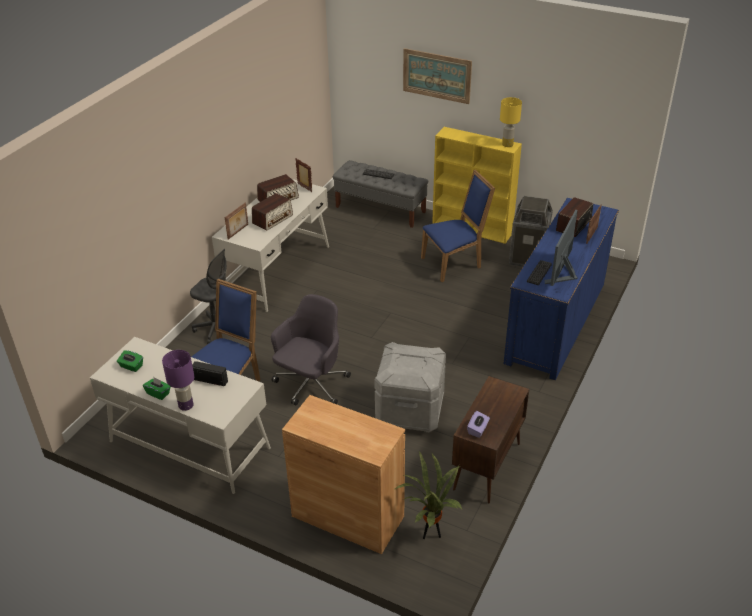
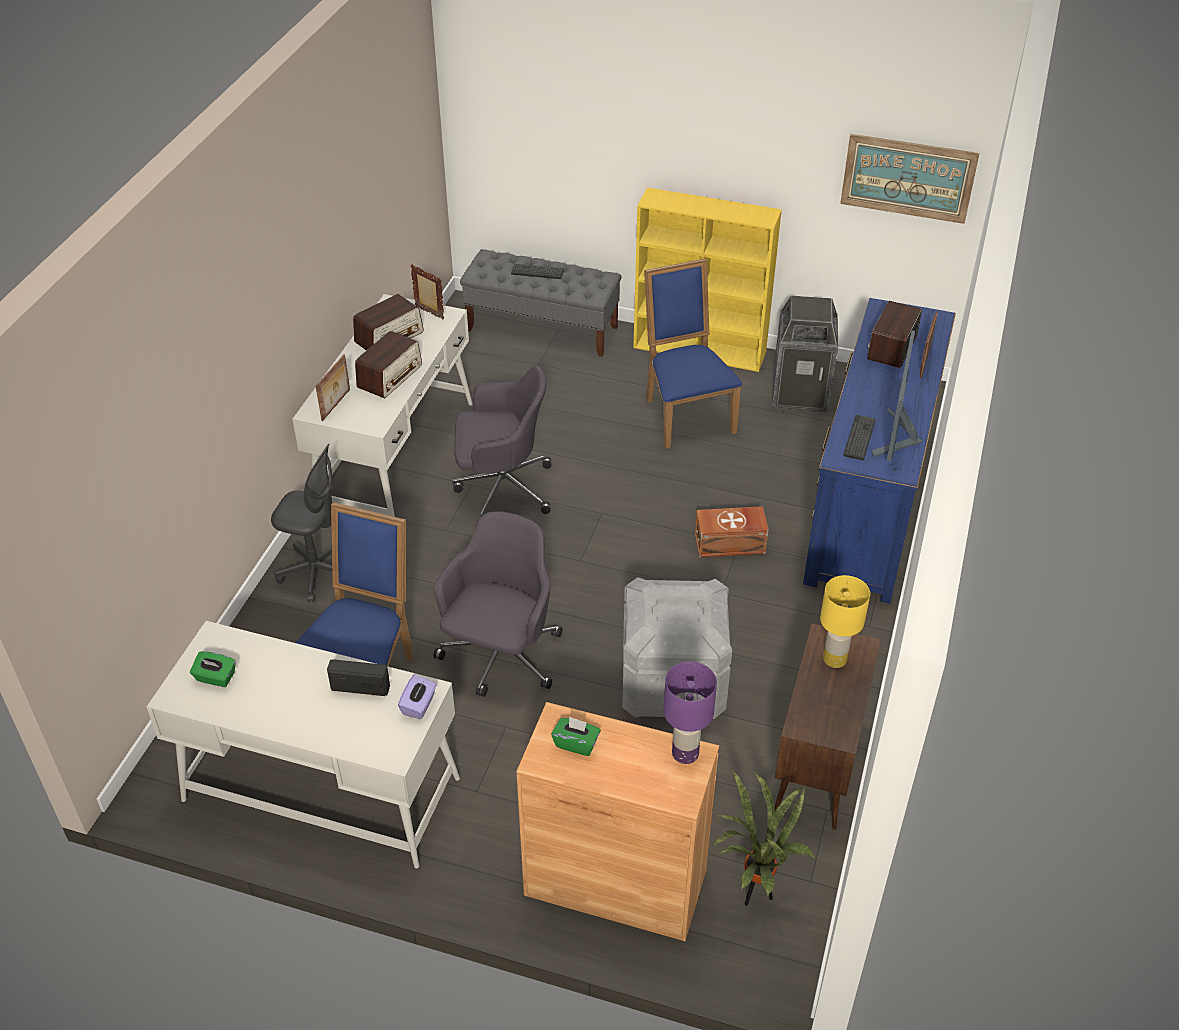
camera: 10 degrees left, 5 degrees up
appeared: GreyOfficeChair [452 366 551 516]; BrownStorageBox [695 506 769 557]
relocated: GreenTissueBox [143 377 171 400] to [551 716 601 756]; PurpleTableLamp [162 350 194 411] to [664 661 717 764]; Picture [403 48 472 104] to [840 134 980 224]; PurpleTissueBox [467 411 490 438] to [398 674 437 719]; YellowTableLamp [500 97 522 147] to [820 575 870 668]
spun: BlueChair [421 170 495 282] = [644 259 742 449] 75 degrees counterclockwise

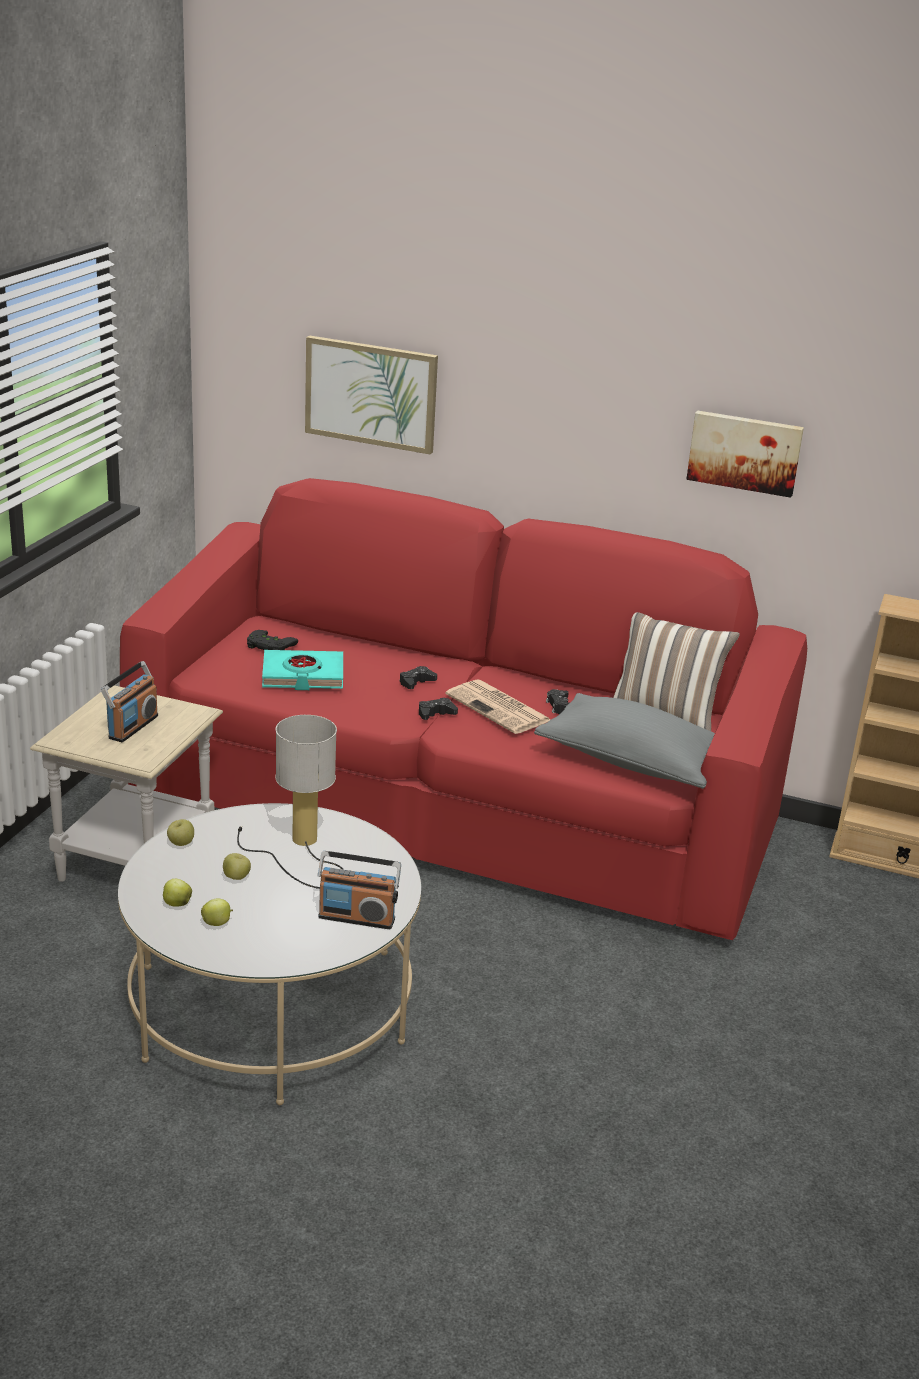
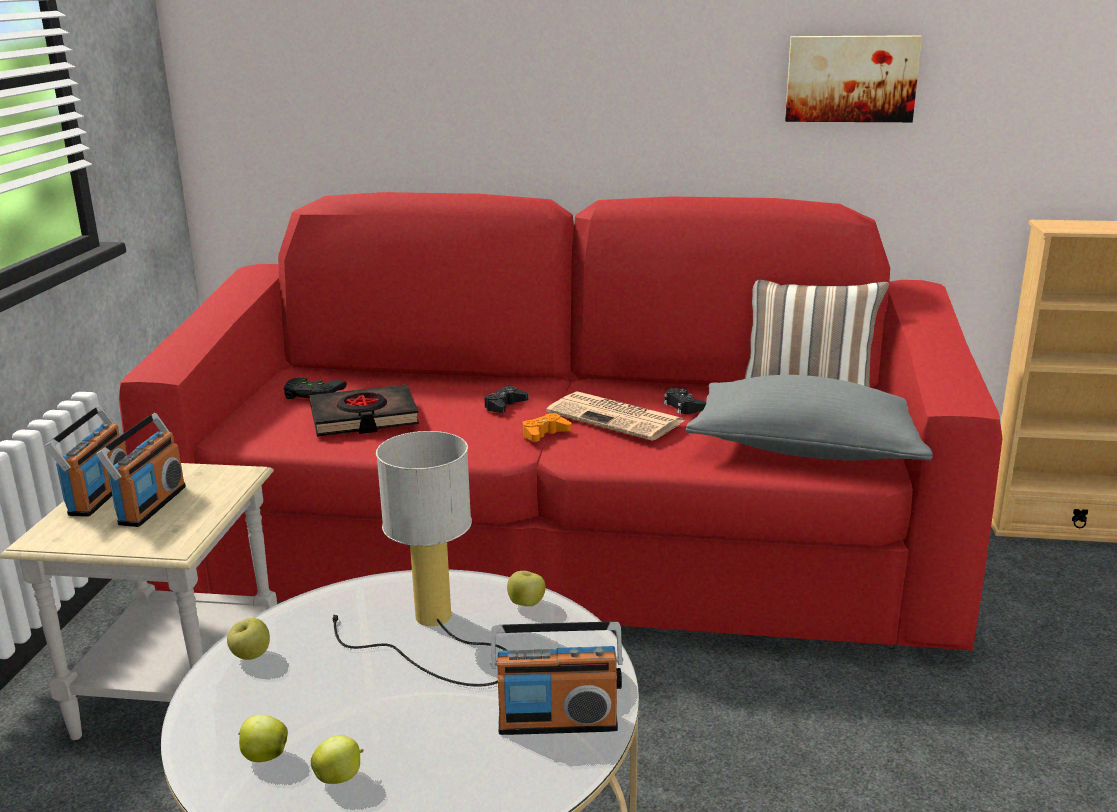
camera: 10 degrees left, 5 degrees down
missing: Picture [305 336 438 454]
appeared: Radio [45 406 127 517]
relocated: Apple [223 853 251 880] to [507 571 546 606]
colour: TurquoiseBook [262 650 343 690] to BlackBook [309 384 419 437]; BlackGameController [419 698 458 720] to OrangeGameController [522 413 572 442]

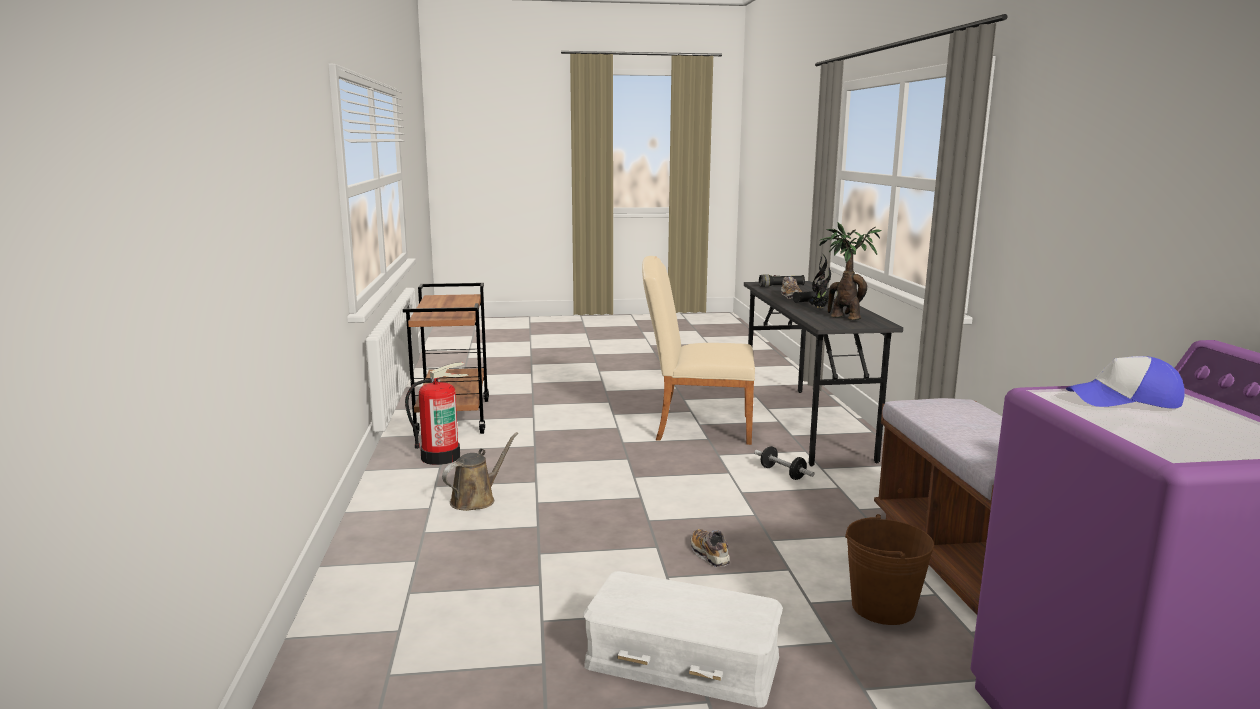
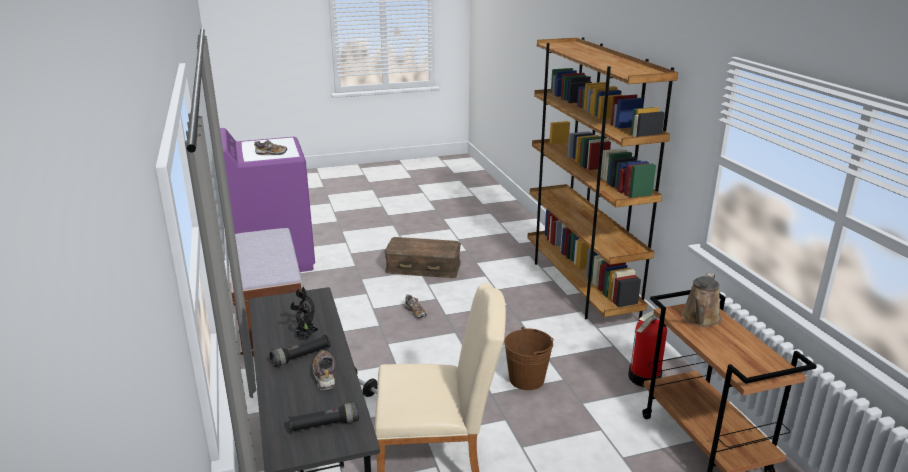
camera: 170 degrees right, 10 degrees up
missing: PottedPlant [820 223 882 320]
appeared: BrownBookcase [528 37 678 321]
relocated: BrownWateringCan [442 432 518 511] to [682 273 721 327]; BrownBucket [845 514 935 625] to [504 327 553 390]
exchanged: Cap [1066 356 1185 409] to Shoe [254 140 287 155]
colour: WhiteStorageBox [583 571 783 708] to BrownStorageBox [384 237 461 278]

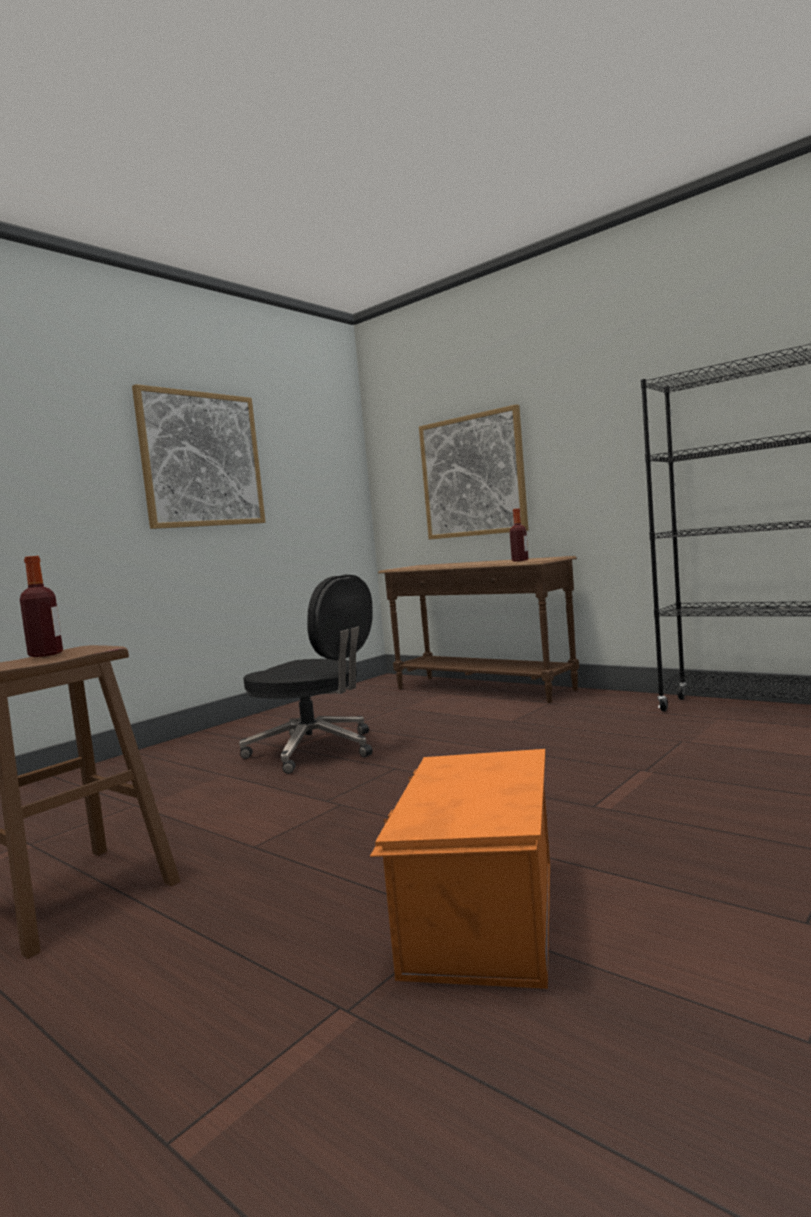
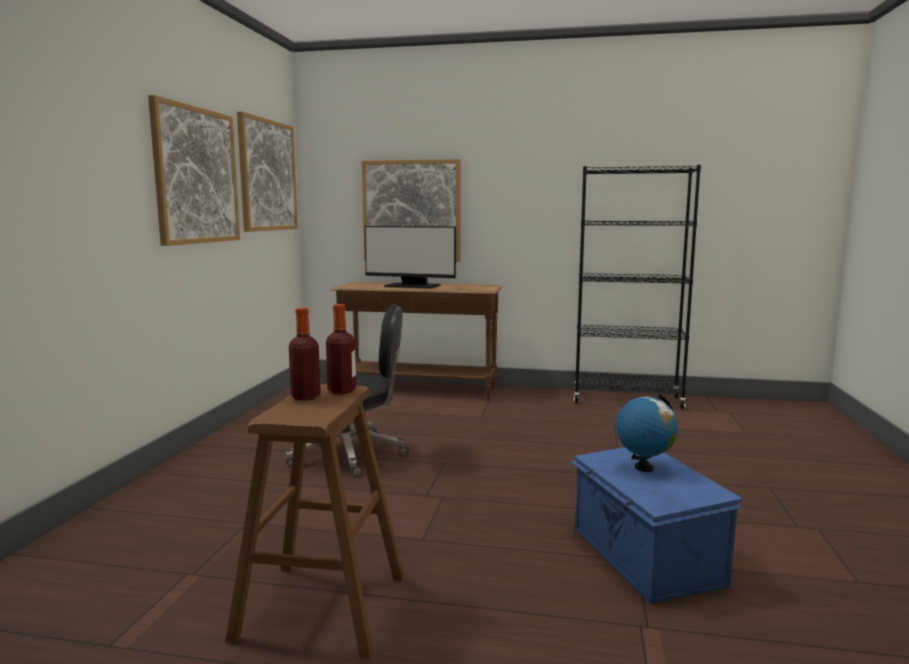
camera: 30 degrees left, 5 degrees up
appeared: Picture [237 111 298 232]; Monitor [365 226 456 289]; Globe [616 394 678 472]
relocated: Bottle [510 508 528 561] to [326 304 356 394]
colour: OrangeStorageBox [370 749 550 989] to BlueStorageBox [570 447 743 604]

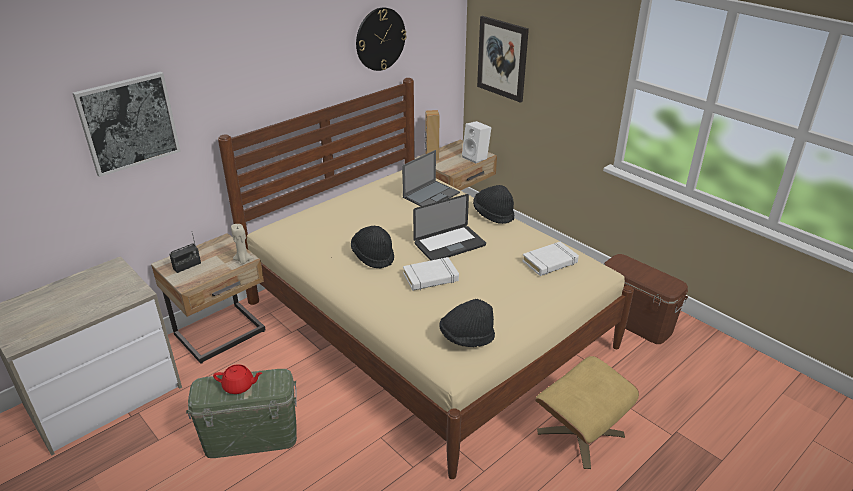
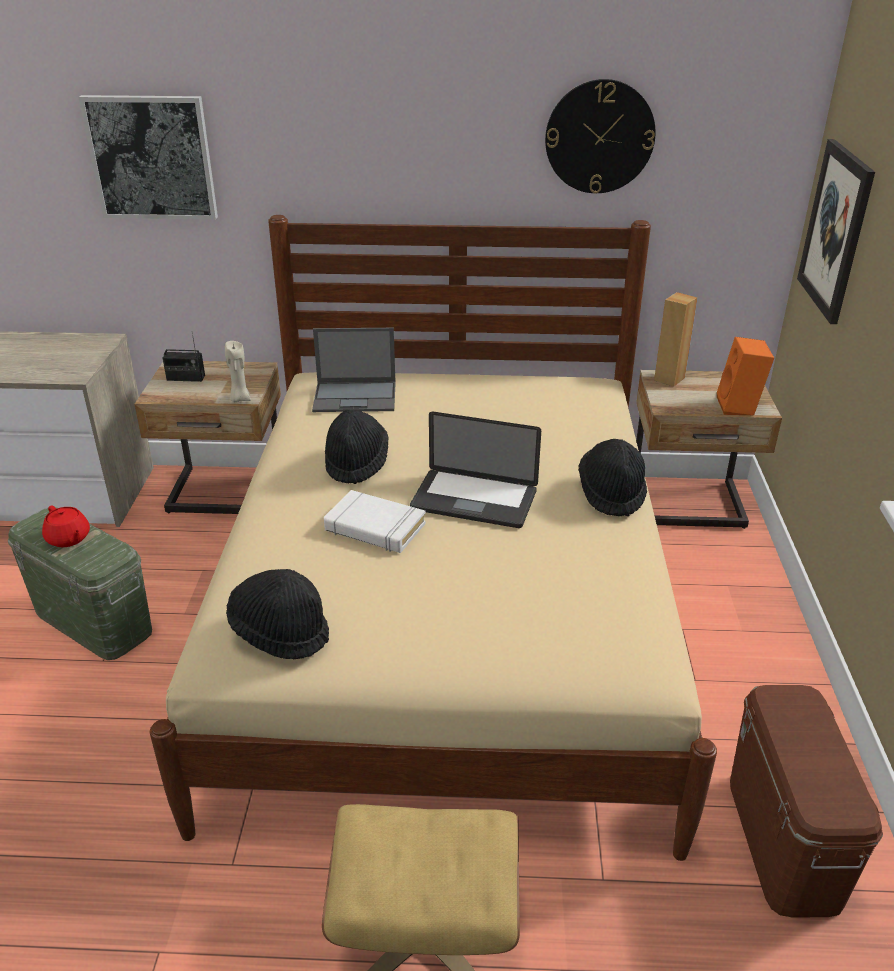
camera: 45 degrees right, 0 degrees up
missing: WhiteBook [522 242 579 276]
relocated: Laptop [402 150 460 206] to [312 328 396 412]
colour: WhiteSpeaker [462 121 491 164] to OrangeSpeaker [717 337 774 416]

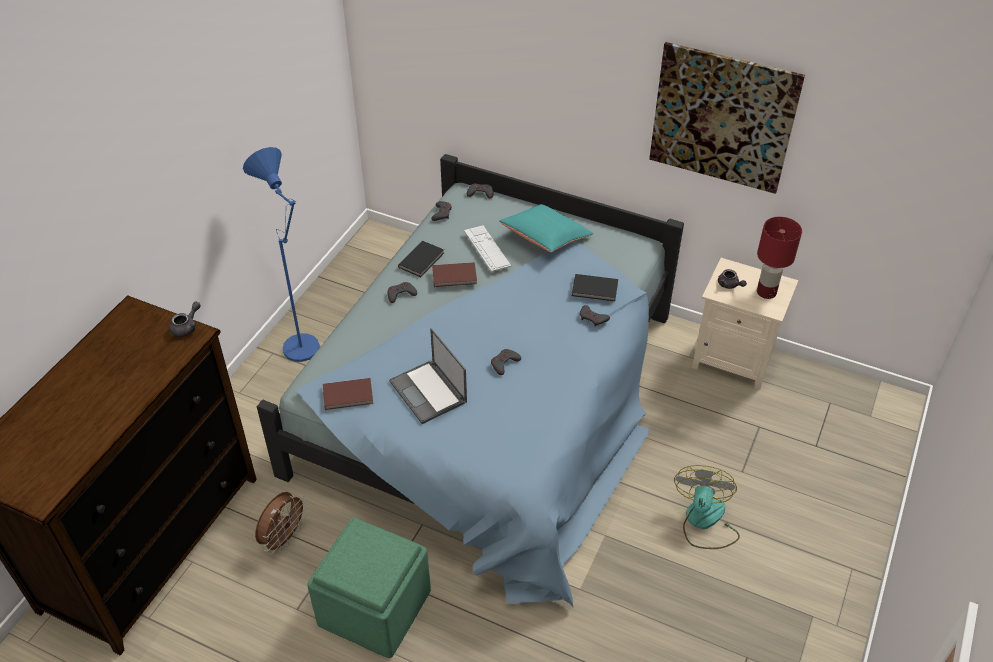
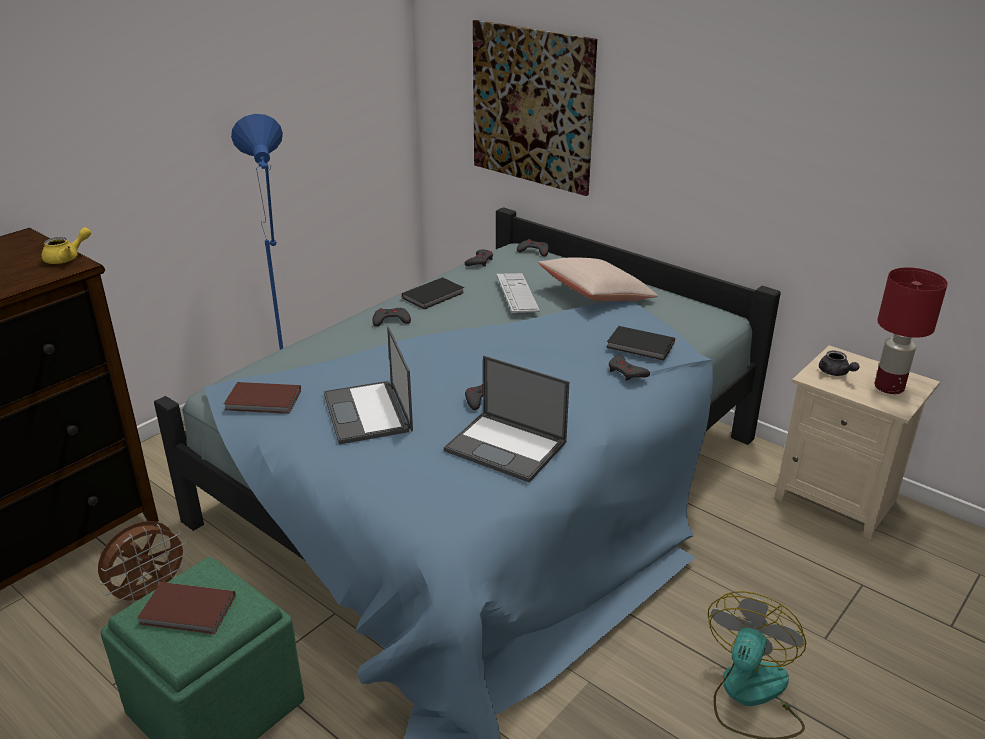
camera: 15 degrees right, 15 degrees down
appeared: Laptop [444 356 569 483]
relocated: BrownBook [432 262 477 287] to [137 582 235 634]; Picture [649 42 805 194] to [473 20 597 196]
colour: GreyTeapot [169 301 200 337] to YellowTeapot [42 227 91 264]; TurquoisePillow [499 204 593 252] to BeigePillow [538 258 658 301]

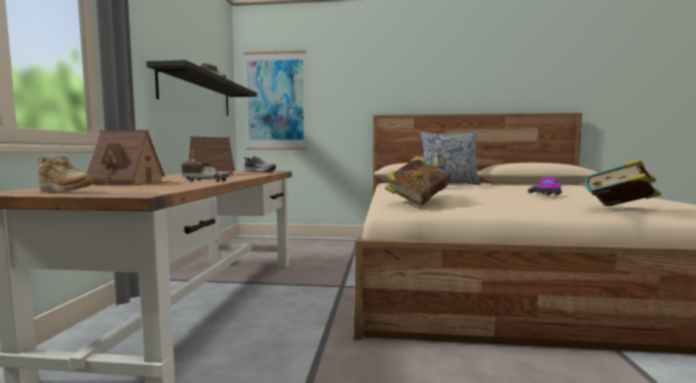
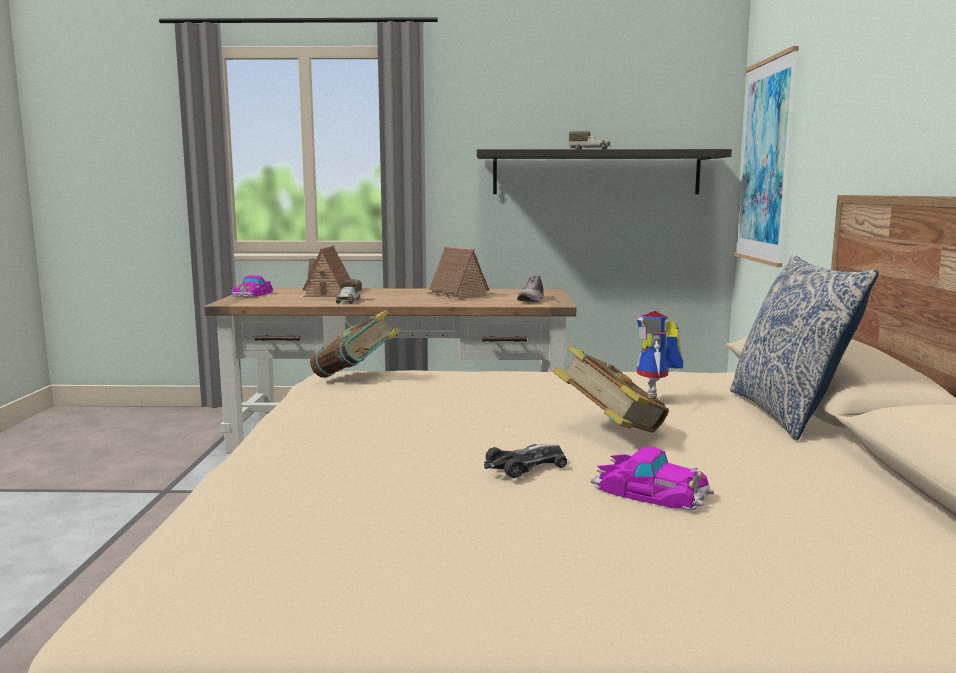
camera: 85 degrees right, 5 degrees up
relocated: Book [585 158 661 206] to [553 345 669 433]
exchanged: BeigeShoe [38 155 94 192] to ToyCar [232 275 273 297]

